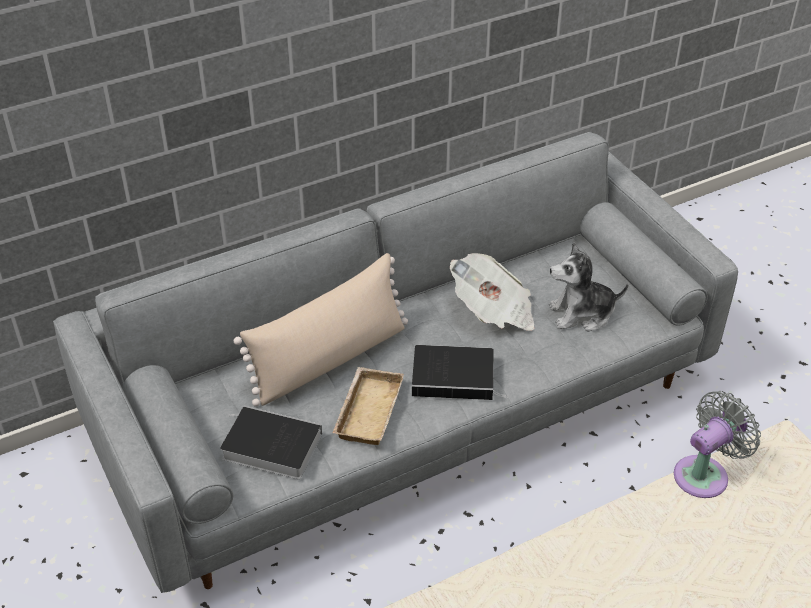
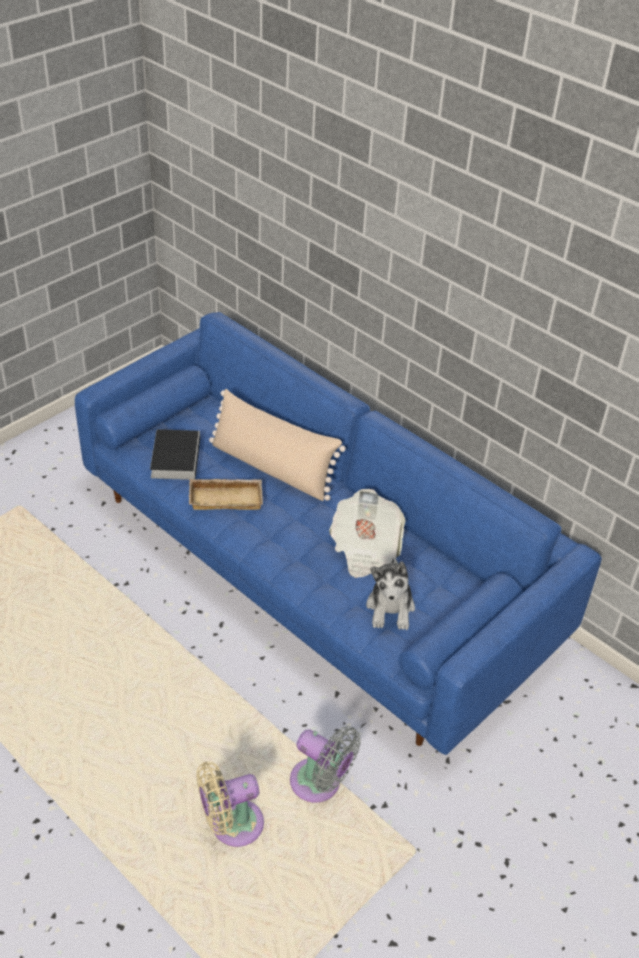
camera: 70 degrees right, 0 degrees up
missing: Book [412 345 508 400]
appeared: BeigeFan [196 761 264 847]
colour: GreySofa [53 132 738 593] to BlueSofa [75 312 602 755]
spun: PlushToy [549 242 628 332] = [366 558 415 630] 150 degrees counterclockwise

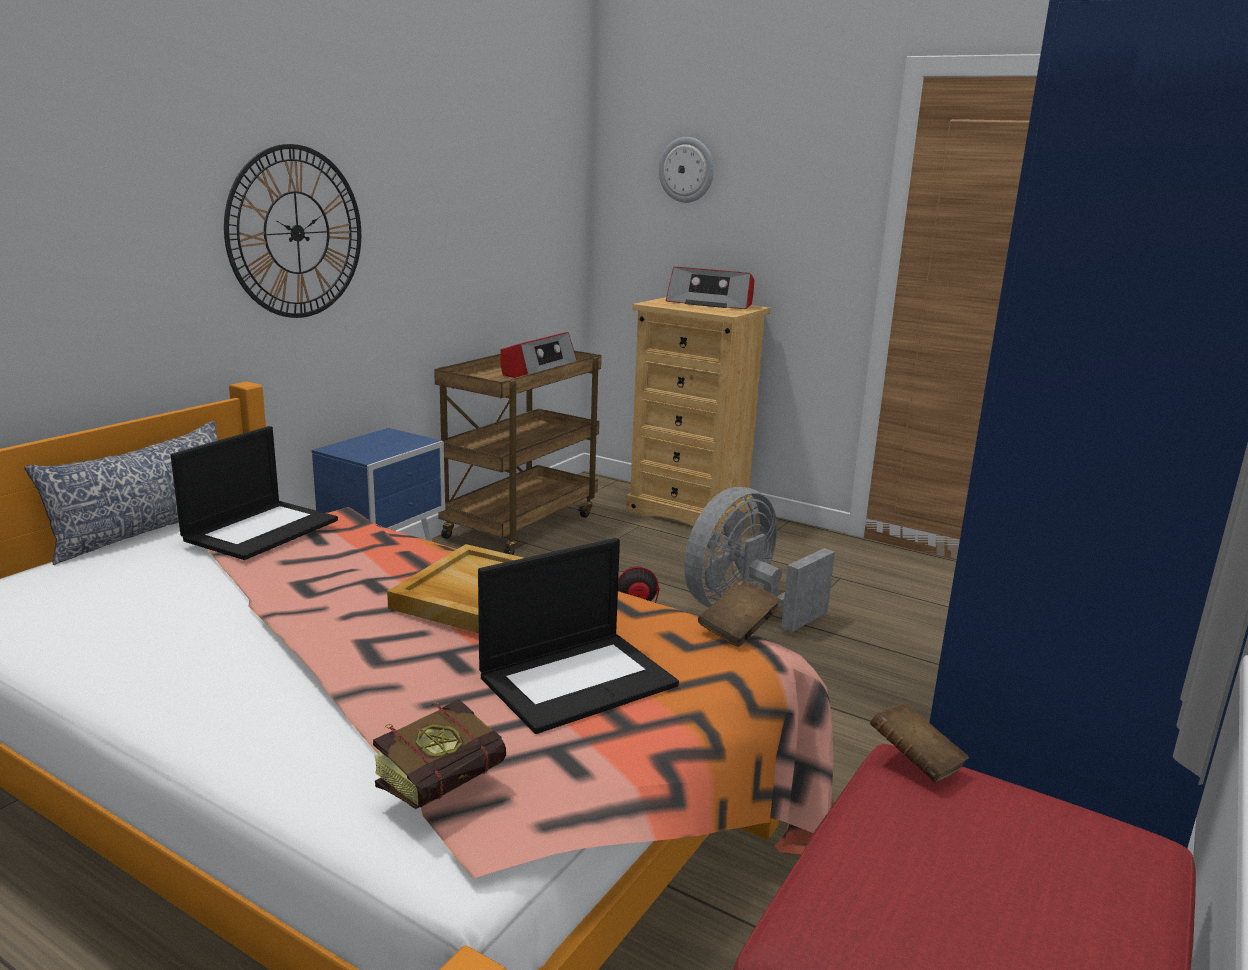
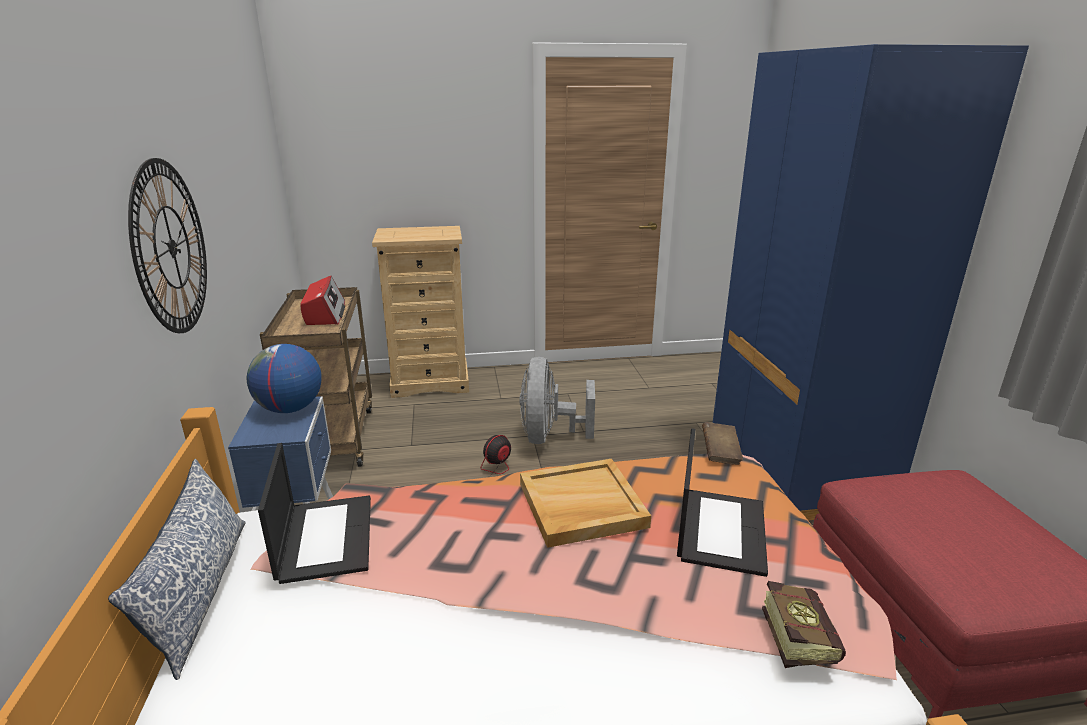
camera: 40 degrees left, 5 degrees up
missing: WallClock [659 137 714 203]; Radio [666 267 754 309]; BrownBook [870 702 969 782]
appeared: Globe [247 344 322 413]

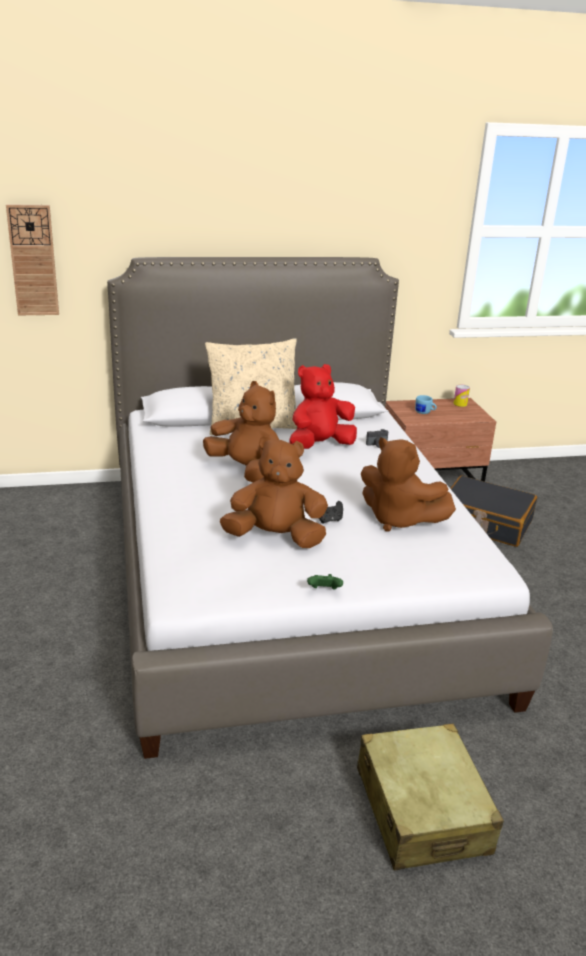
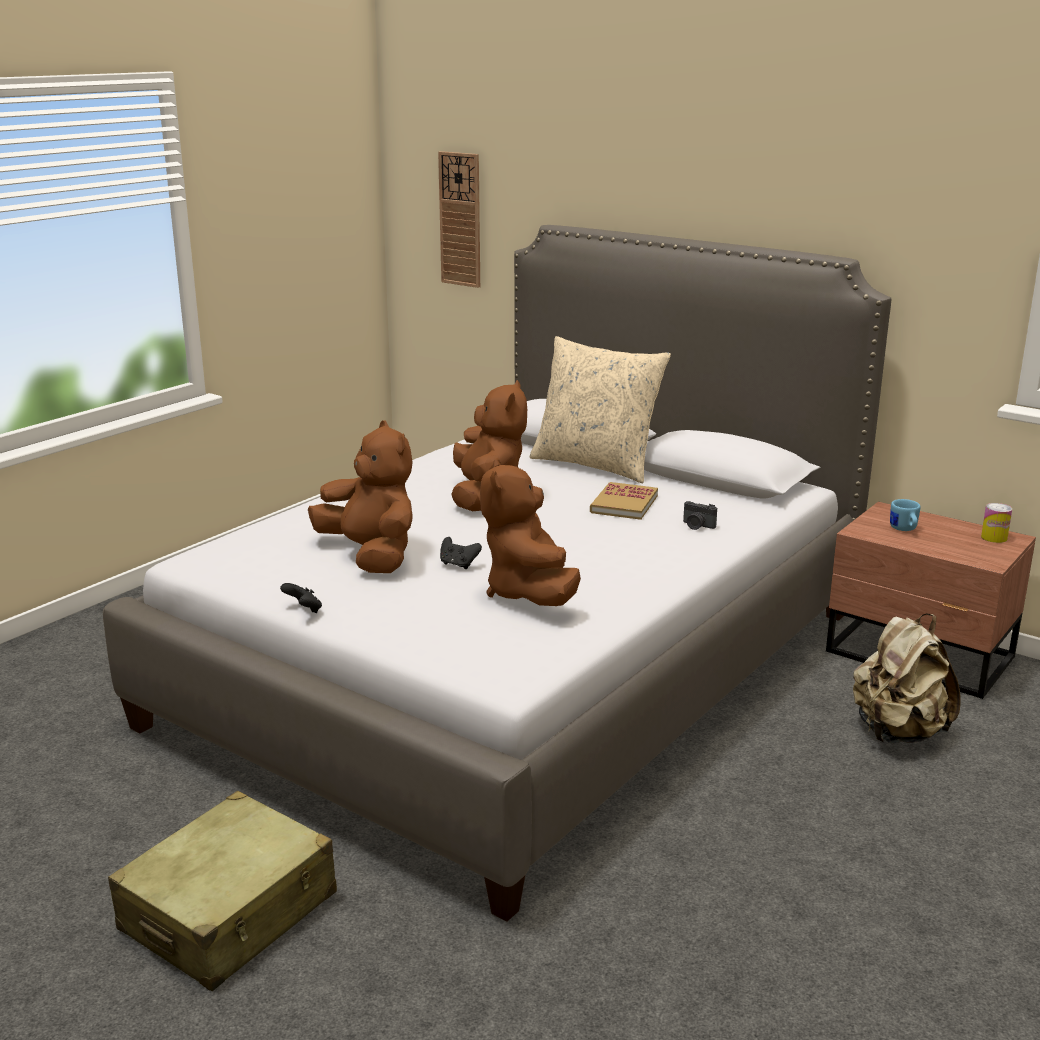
camera: 50 degrees right, 5 degrees down
exchanged: RedPlushToy [289 364 357 449] to Book [590 482 658 520]; BlackSuitcase [450 475 537 547] to BeigeBackpack [853 613 960 744]
colour: GreenGameController [307 574 343 590] to BlackGameController [280 583 322 613]

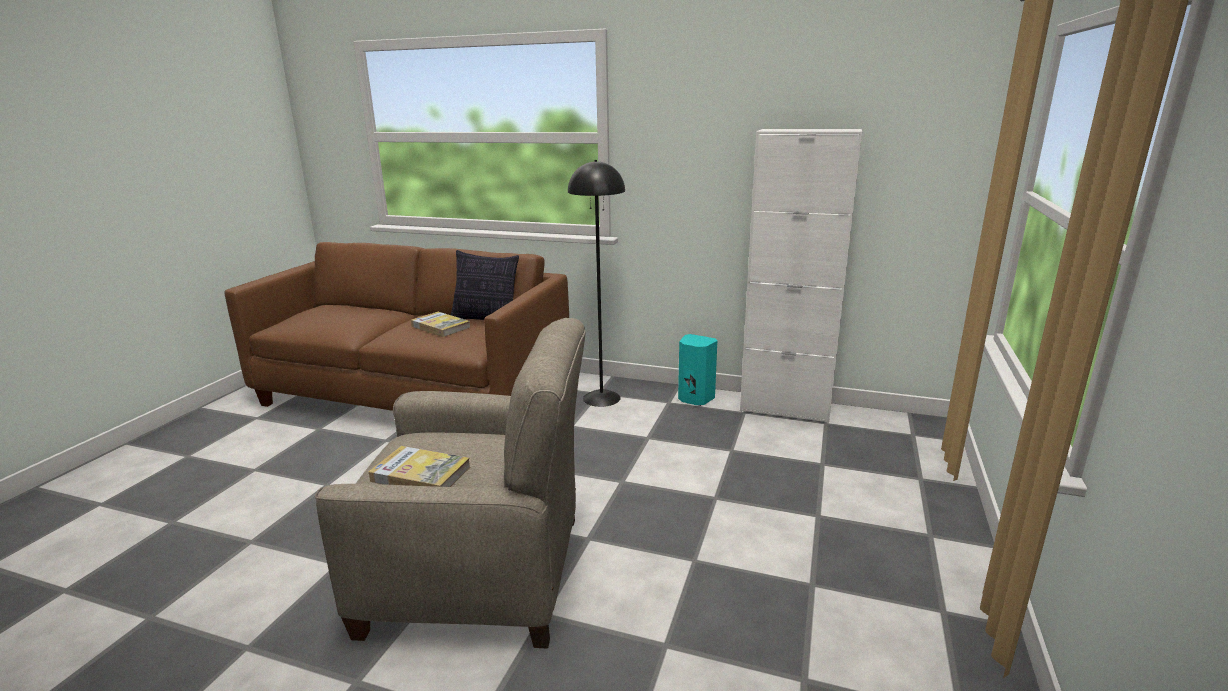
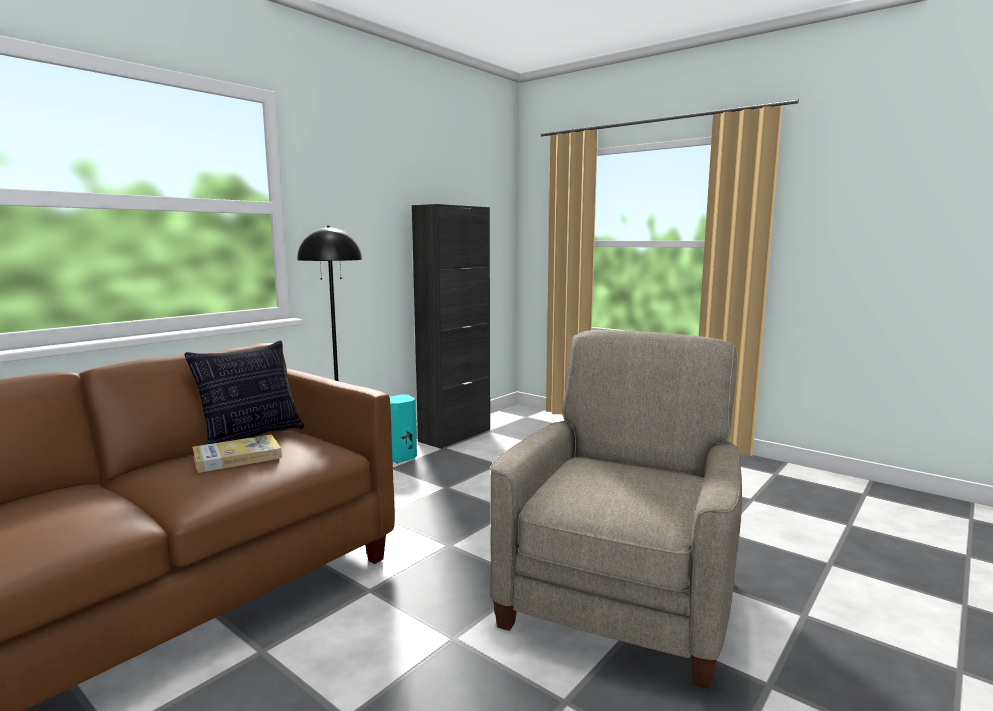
camera: 70 degrees left, 10 degrees down
missing: Book [369 446 470 487]
colour: WhiteCabinet [740 129 862 423] to BlackCabinet [412 204 490 449]

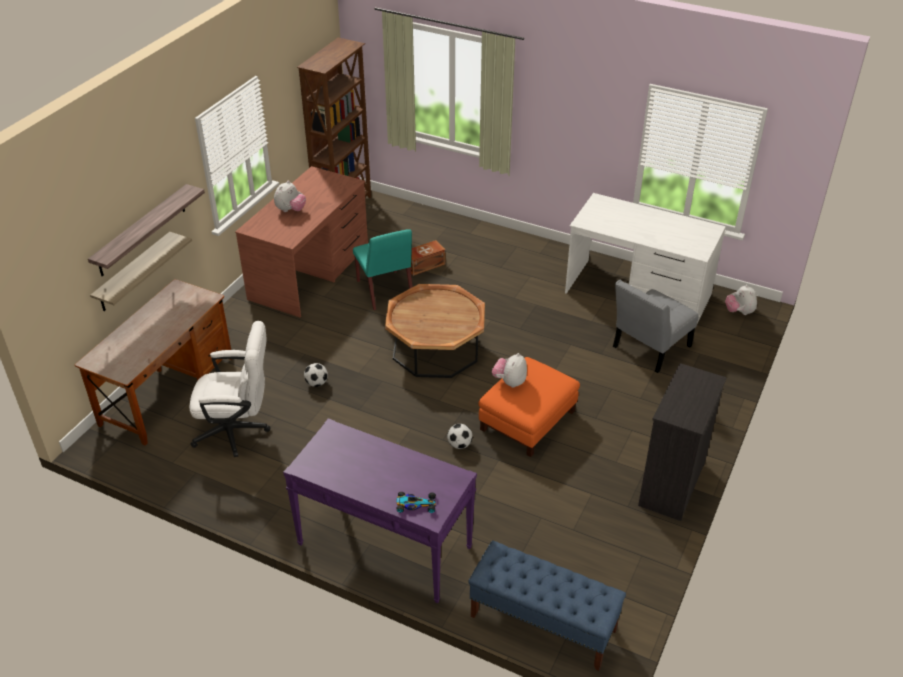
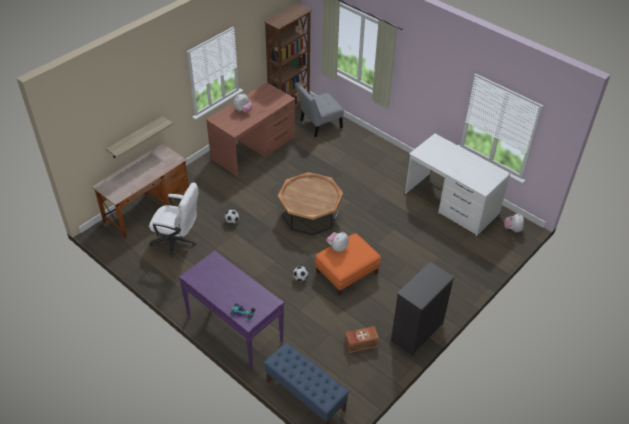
camera: 15 degrees right, 5 degrees up
missing: Shelf [88 184 205 276]; TurquoiseChair [353 229 413 310]
relocated: BrownStorageBox [410 240 446 276] to [345 326 379 353]; GreyChair [613 280 699 373] to [295 82 344 137]

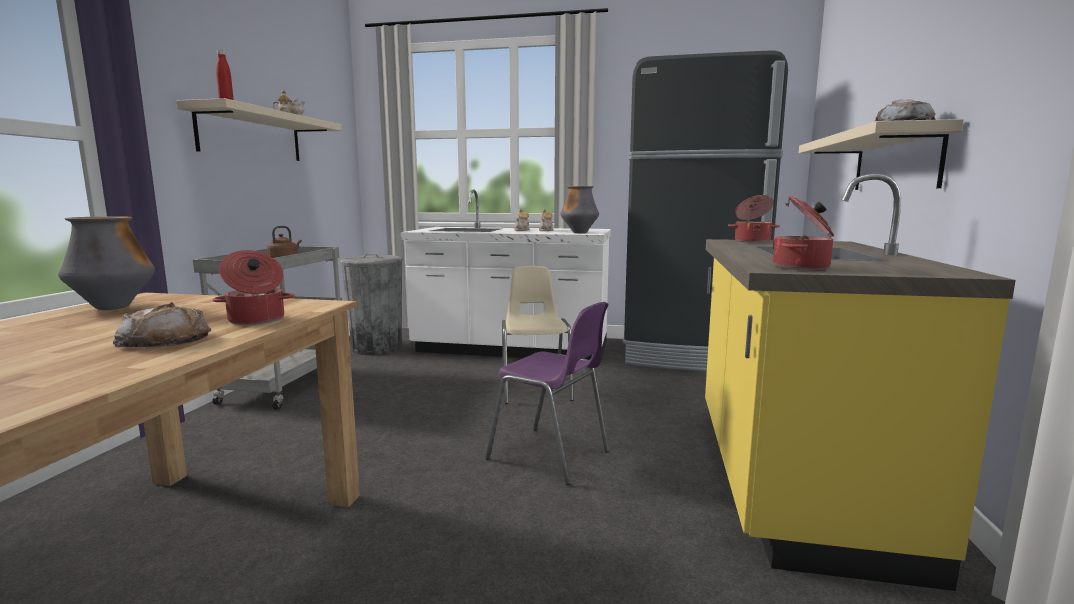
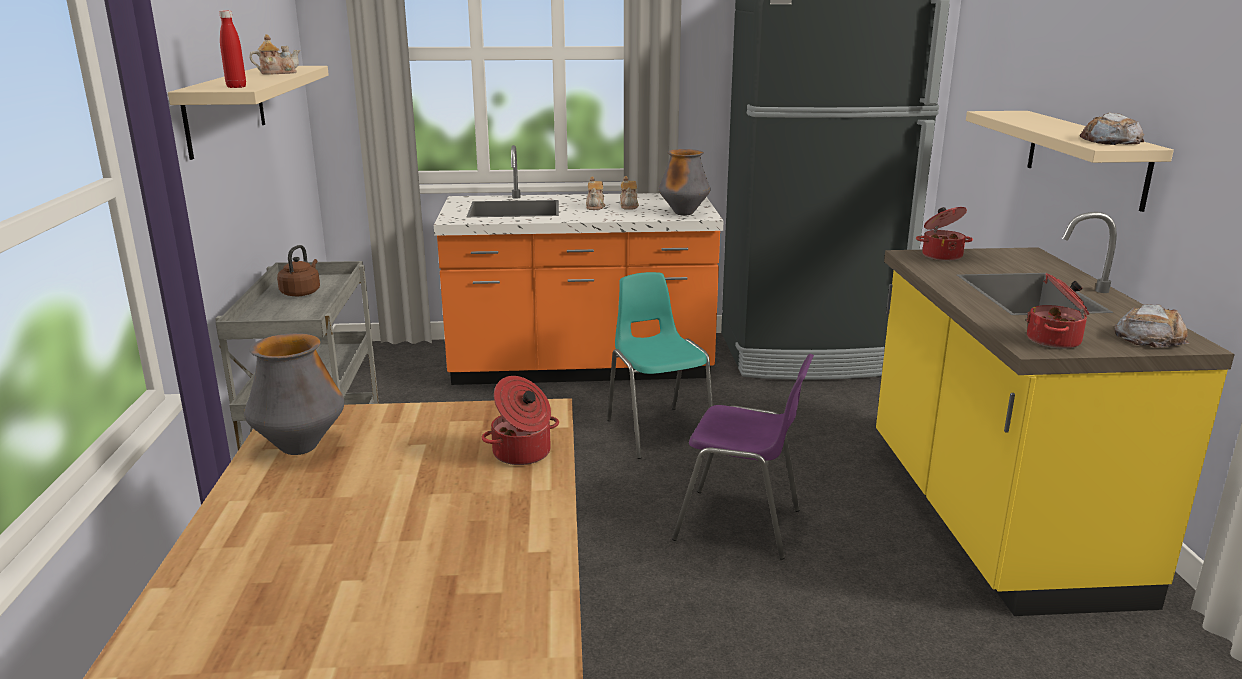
camera: 15 degrees left, 10 degrees up
missing: GreyTrashCan [340 254 403 355]
relocated: Bread [113 302 211 347] to [1115 304 1189 348]
colour: WhiteCounter [401 190 611 363] to OrangeCounter [434 145 724 385]; BeigeChair [502 266 573 404] to TurquoiseChair [607 272 713 459]

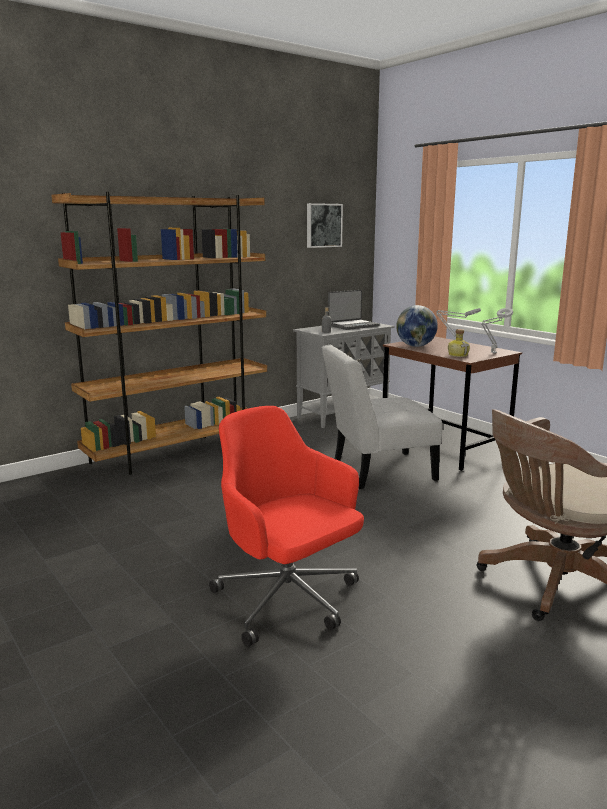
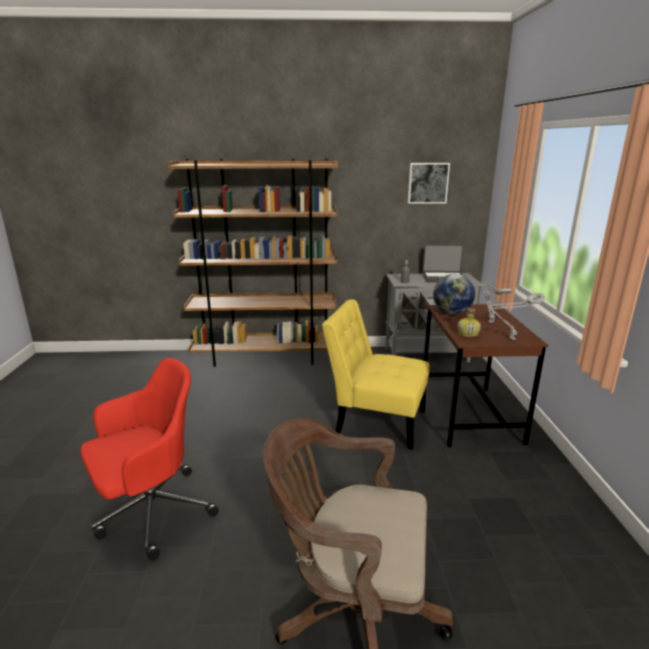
camera: 35 degrees right, 5 degrees up
colour: WhiteChair [322 345 442 489] to YellowChair [322 300 429 449]
spun: RedOfficeChair [209 406 364 647] = [81 358 219 560] 60 degrees clockwise

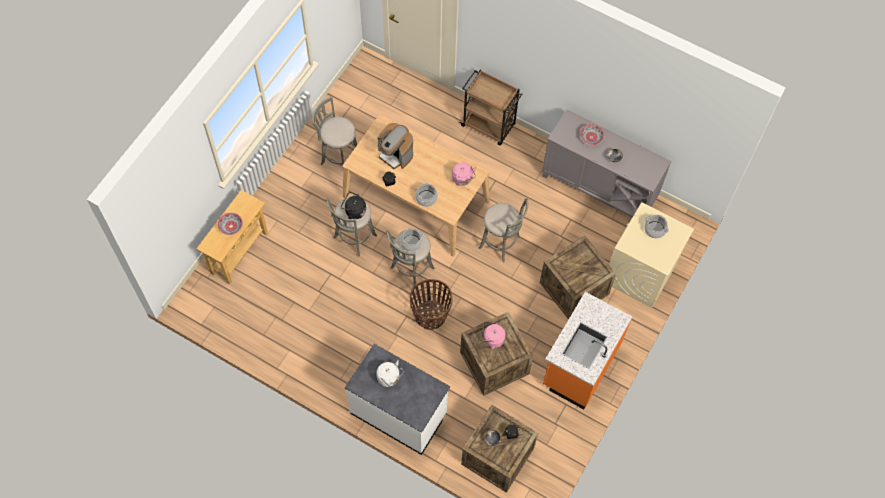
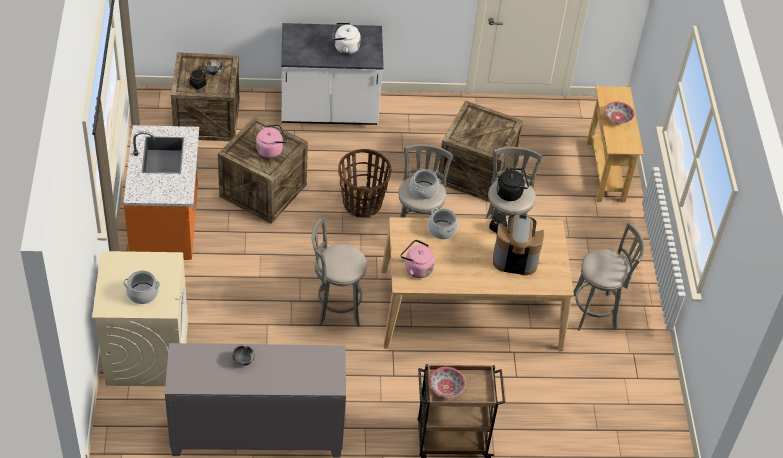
camera: 145 degrees right, 15 degrees down
relocated: Crate [539 236 616 320] to [438 100 523 202]; Bowl [580 124 605 145] to [429 367 465 398]

